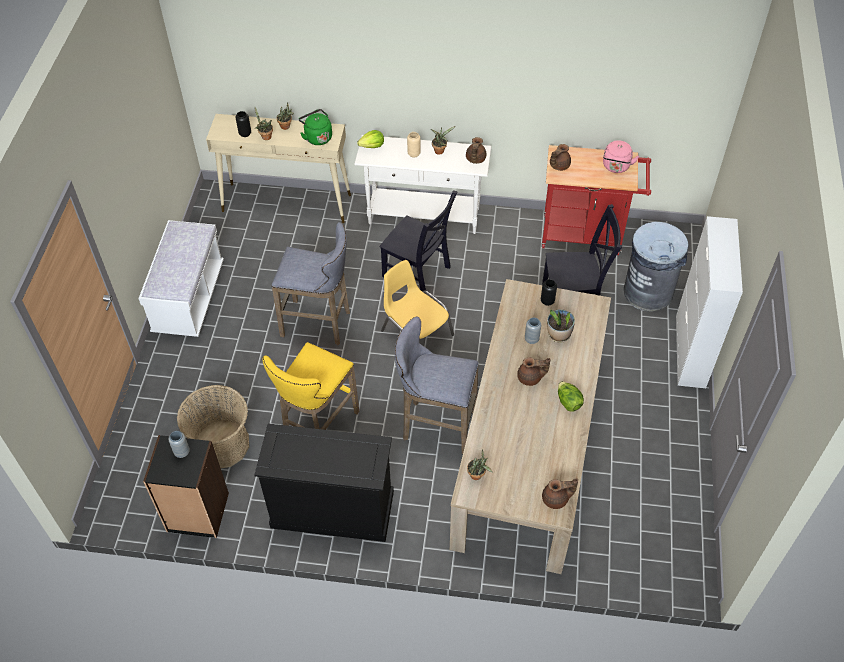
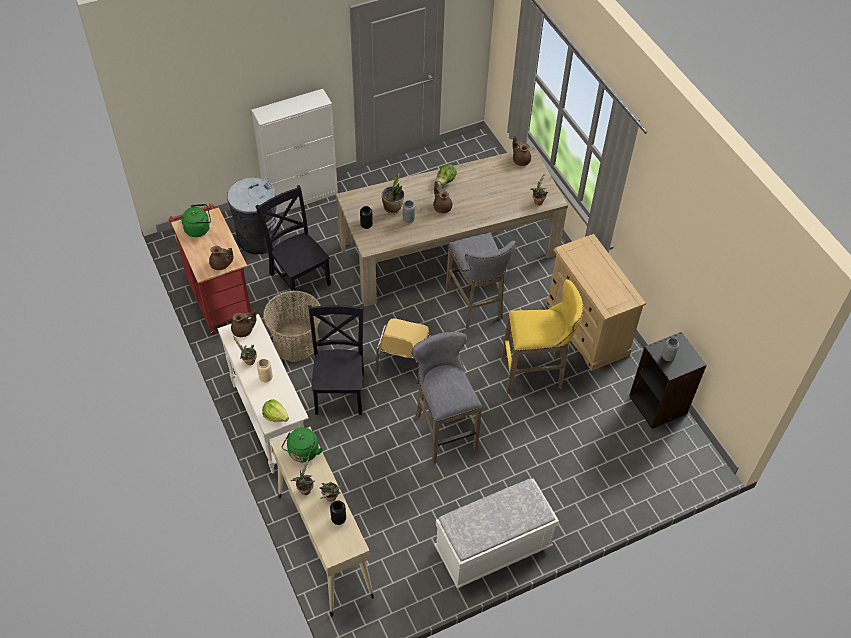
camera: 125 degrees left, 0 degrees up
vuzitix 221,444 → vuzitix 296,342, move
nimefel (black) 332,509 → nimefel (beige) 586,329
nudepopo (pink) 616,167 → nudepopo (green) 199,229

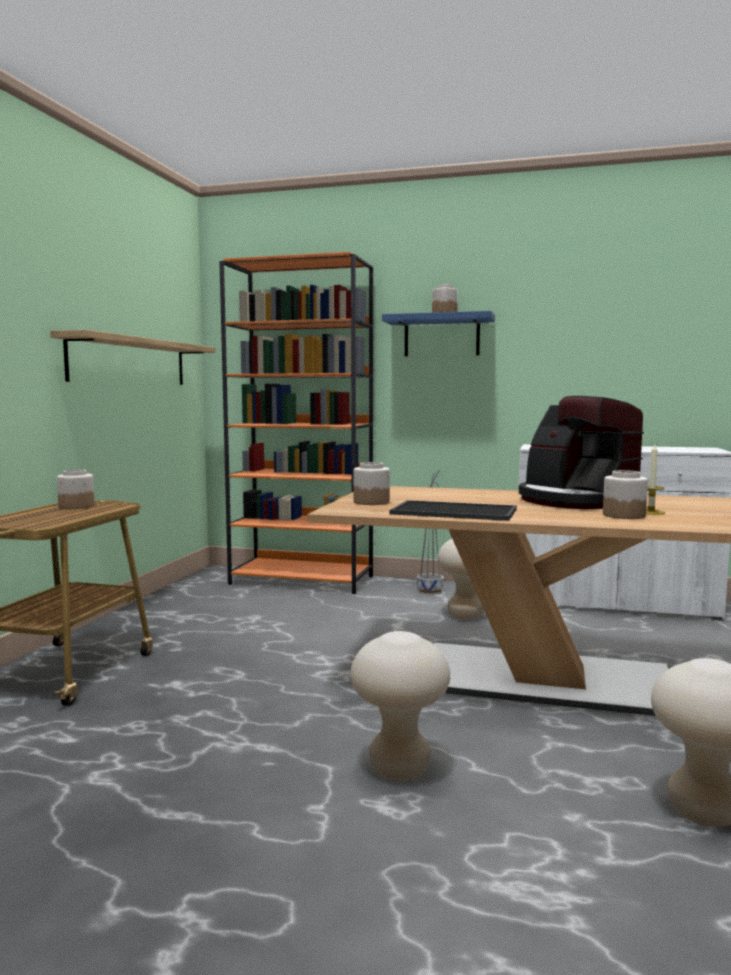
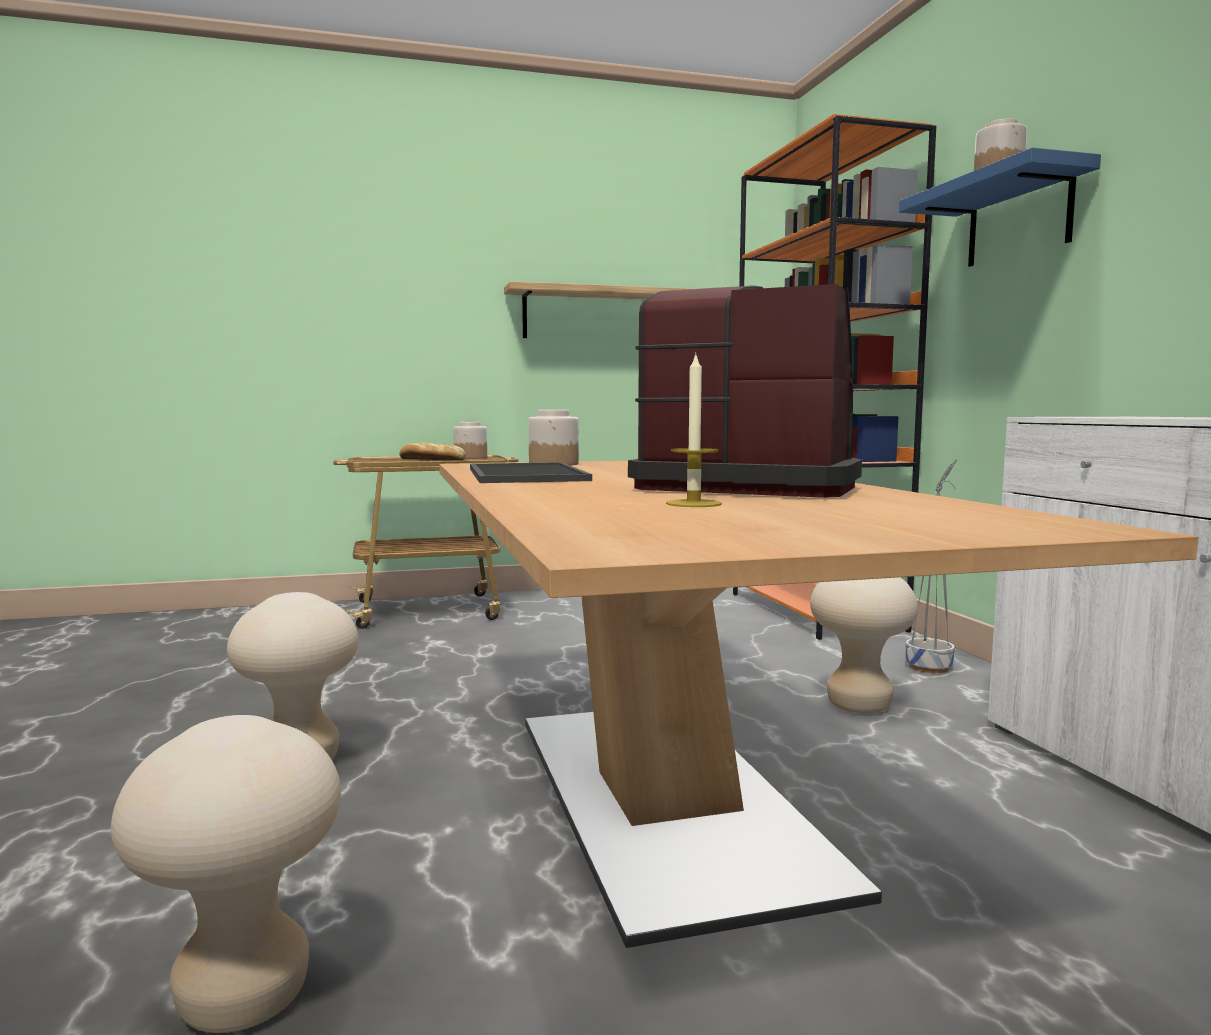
camera: 60 degrees right, 0 degrees up
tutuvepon 623,515 → -
- → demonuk 430,459
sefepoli 575,501 → sefepoli 748,487, 90 degrees clockwise

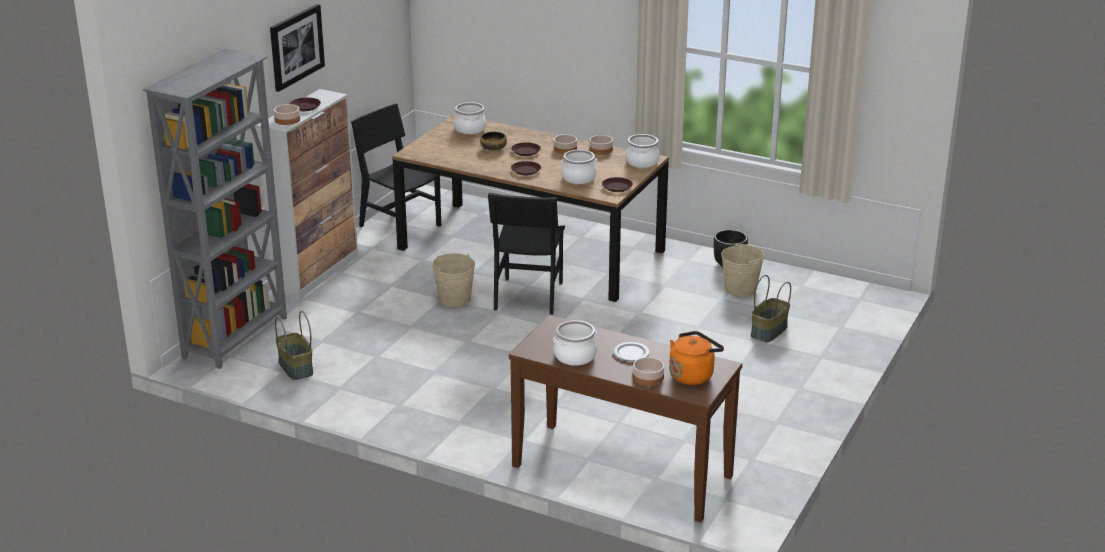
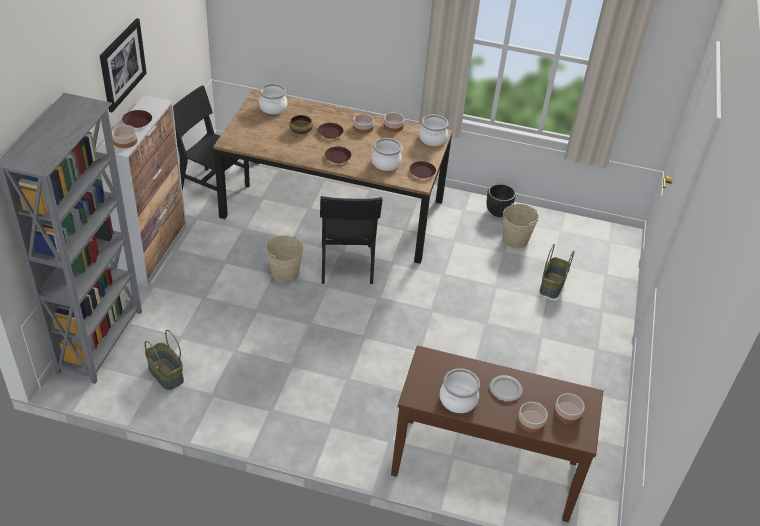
camera: 15 degrees left, 15 degrees up
nudepopo (orange) 693,375 → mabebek 568,412

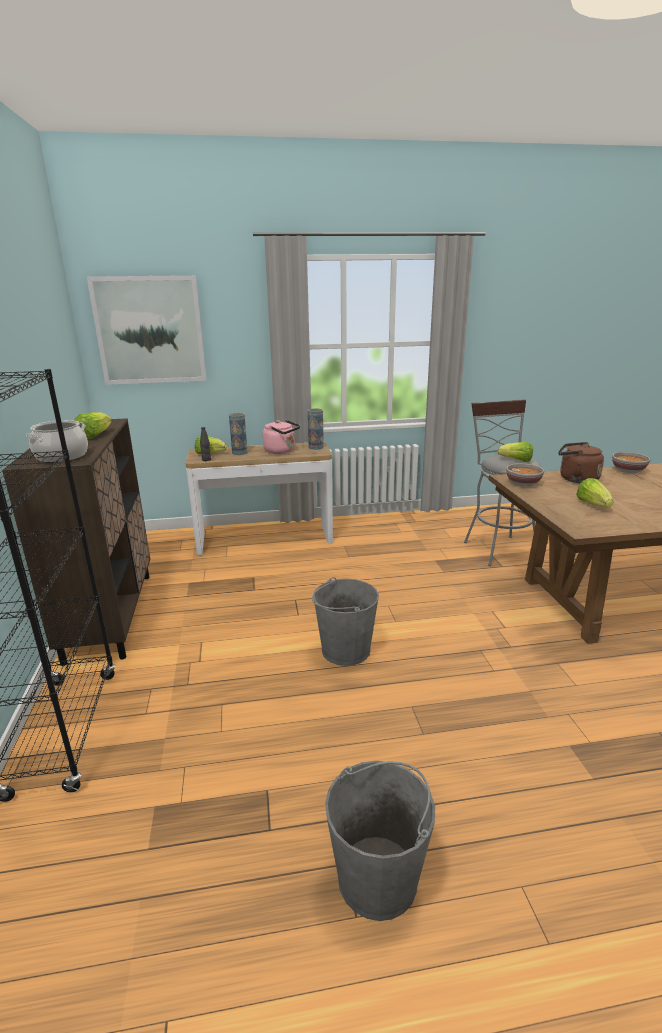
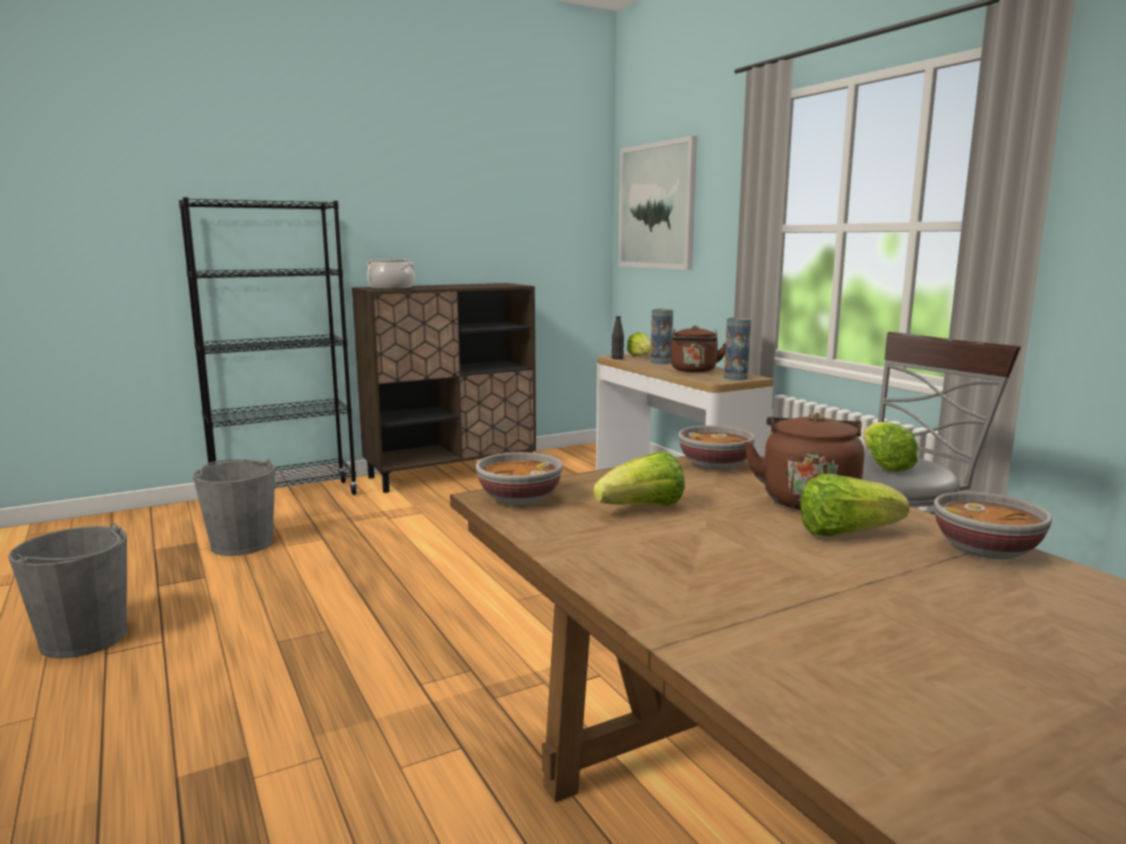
camera: 70 degrees right, 10 degrees down
- → mabebek 518,499
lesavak 94,436 → lesavak 845,533, move
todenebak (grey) 345,650 → todenebak (grey) 242,544, move
nudepopo (pink) 281,451 → nudepopo (brown) 694,371

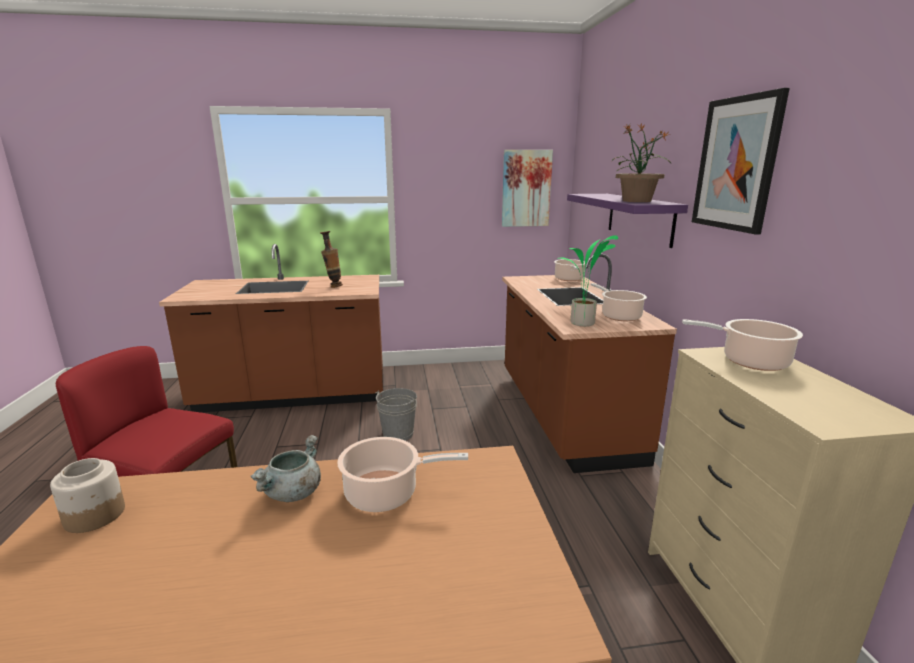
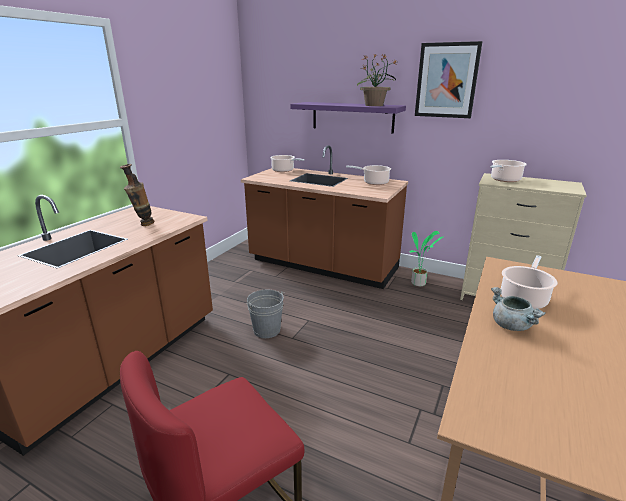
camera: 55 degrees left, 5 degrees up
tutuvepon 94,515 → -
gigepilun 526,188 → -
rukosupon 583,324 → rukosupon 419,283, move

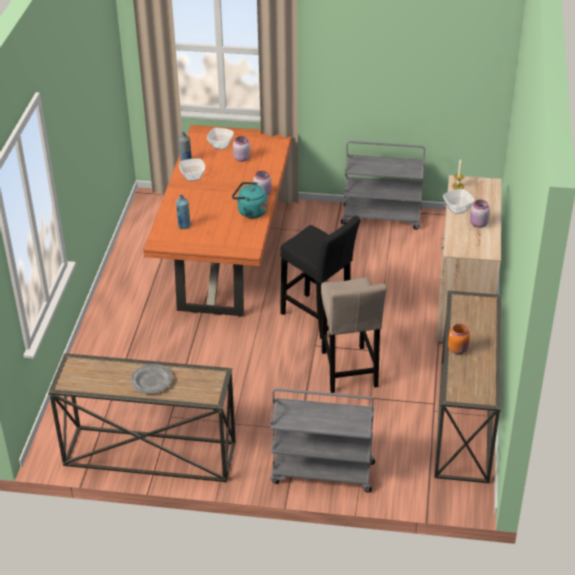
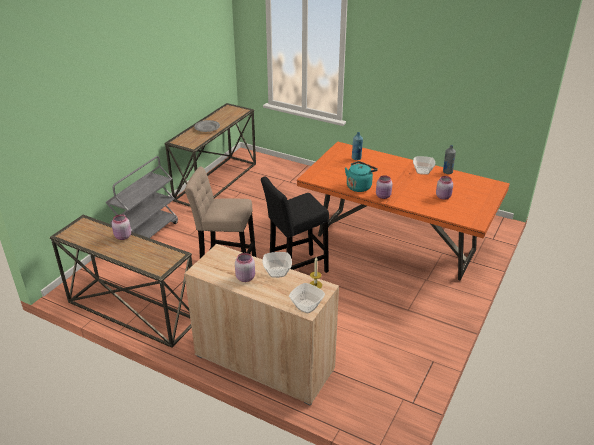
camera: 110 degrees right, 5 degrees down
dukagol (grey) 382,217 → -
mabebek 220,145 → mabebek 307,306, move
tutuvepon (orange) 458,349 → tutuvepon (pink) 122,237

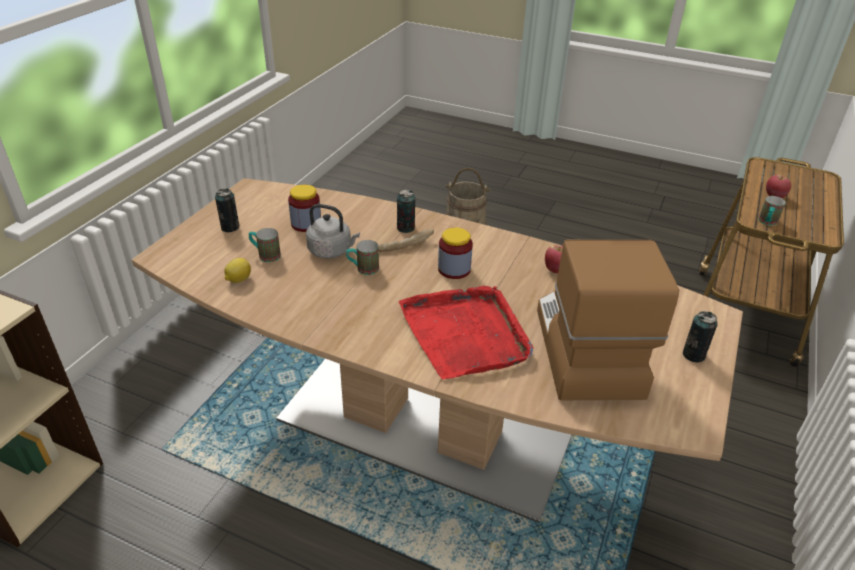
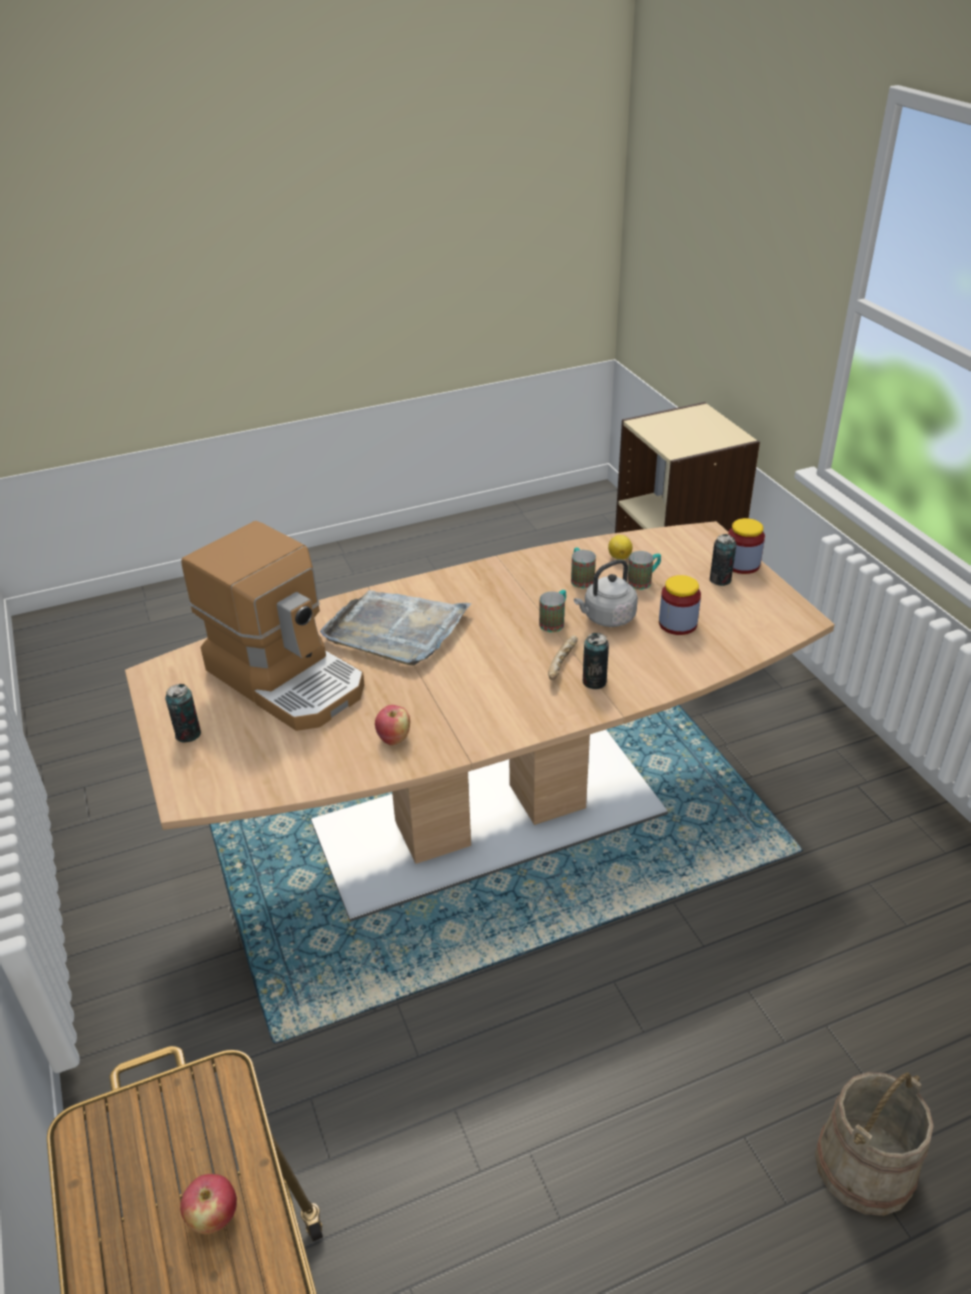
camera: 135 degrees right, 0 degrees up
tutuvepon 454,269 → tutuvepon 742,564, move
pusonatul 766,223 → pusonatul 580,579, move
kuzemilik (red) 466,334 → kuzemilik (grey) 396,630

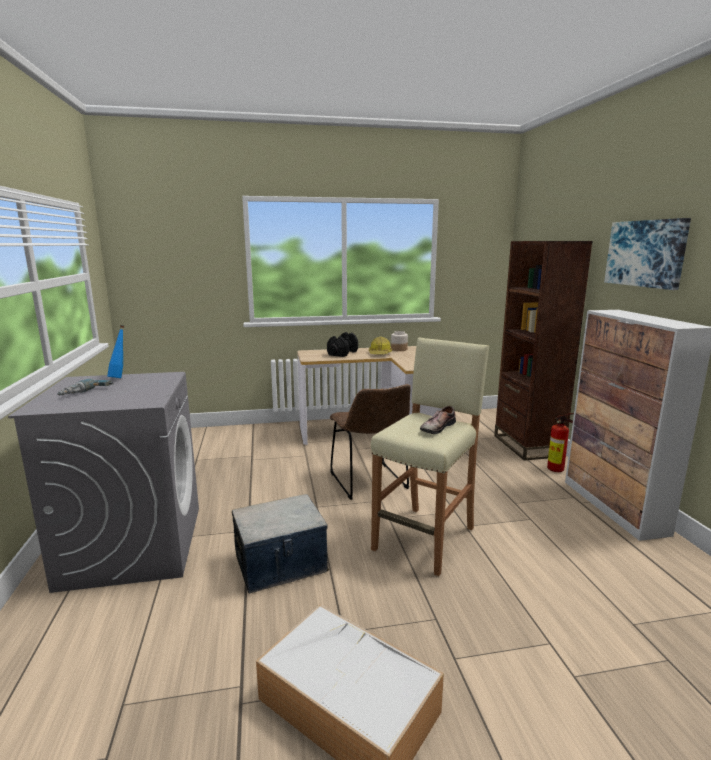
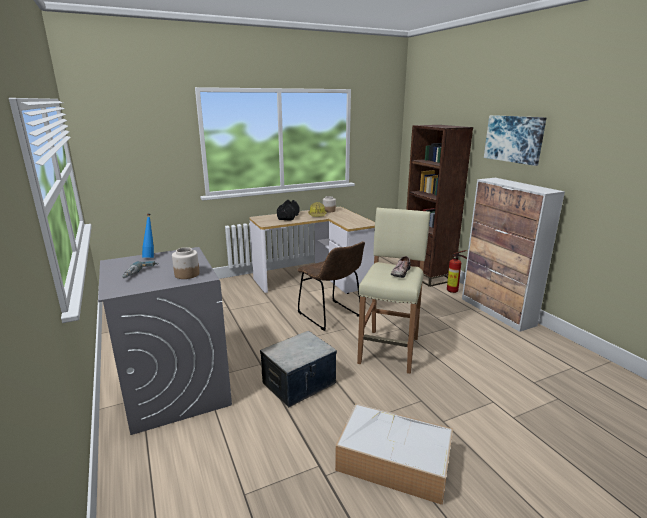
camera: 15 degrees left, 5 degrees up
- → tutuvepon 186,274

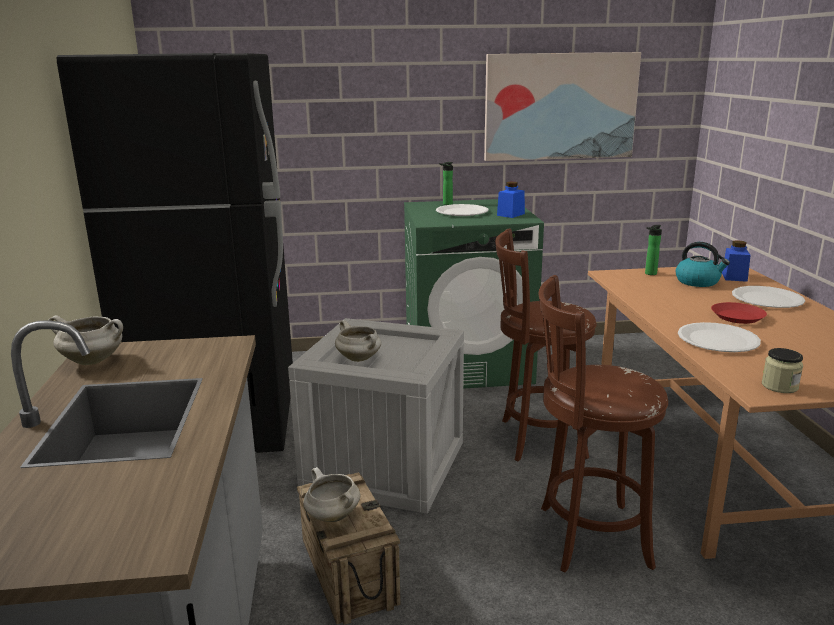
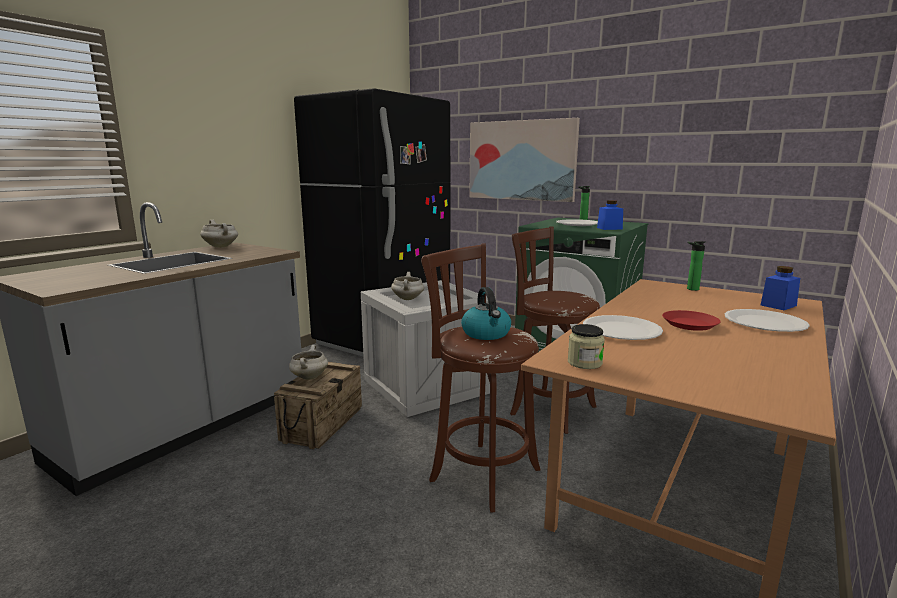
camera: 40 degrees right, 5 degrees down
gigepilun 560,106 → gigepilun 521,160, move
nudepopo 698,282 → nudepopo 486,334, move

